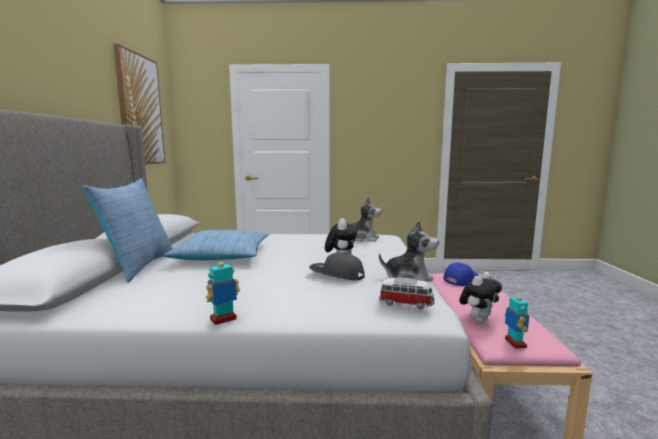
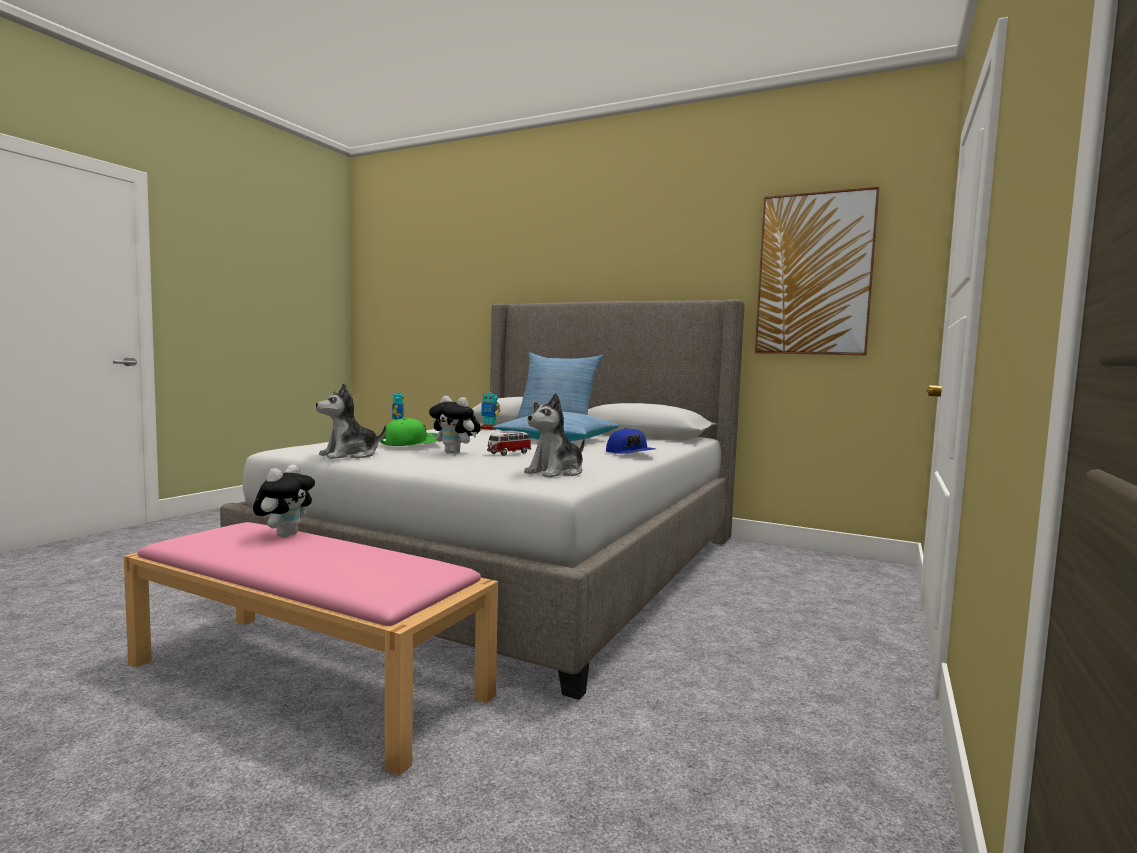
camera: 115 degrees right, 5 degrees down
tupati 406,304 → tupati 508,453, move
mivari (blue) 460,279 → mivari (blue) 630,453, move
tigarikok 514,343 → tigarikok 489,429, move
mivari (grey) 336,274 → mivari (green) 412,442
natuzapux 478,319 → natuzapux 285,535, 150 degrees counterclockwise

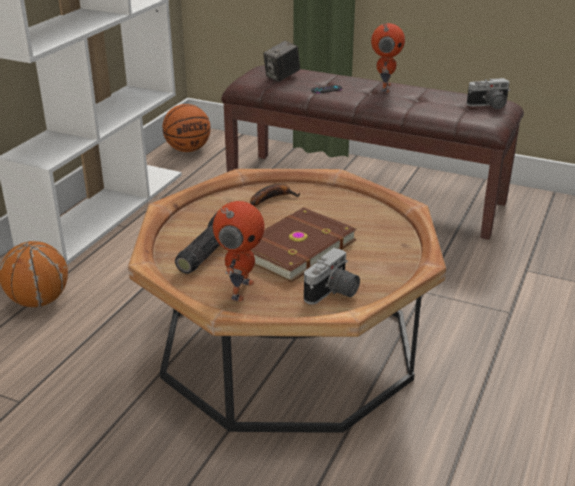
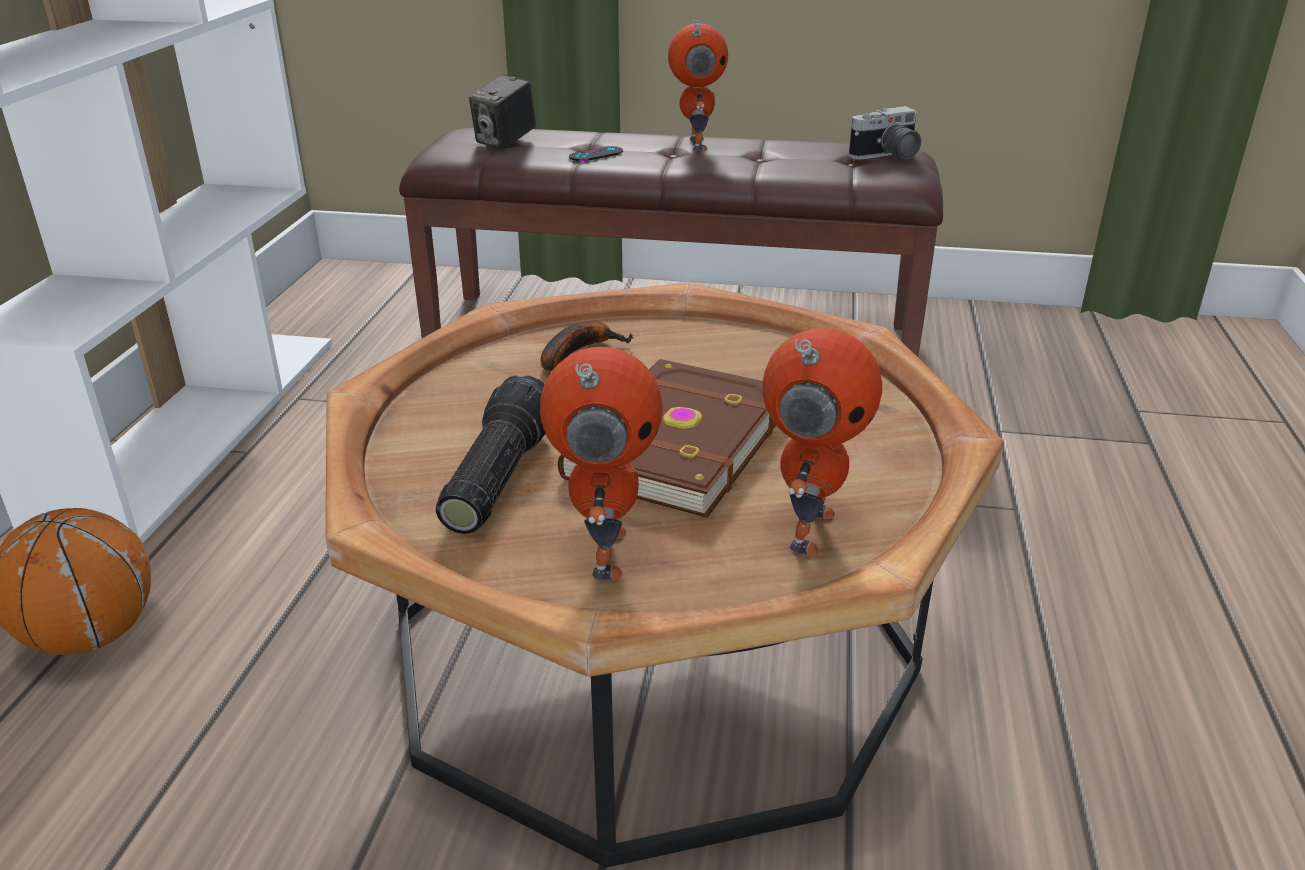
camera: 15 degrees left, 0 degrees up
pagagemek 188,150 → -
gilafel 333,293 → tigarikok 807,529

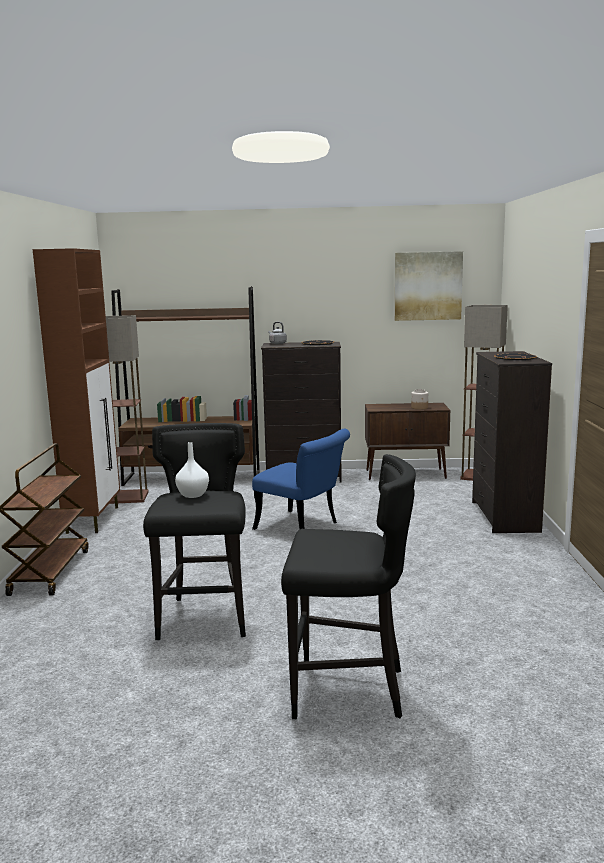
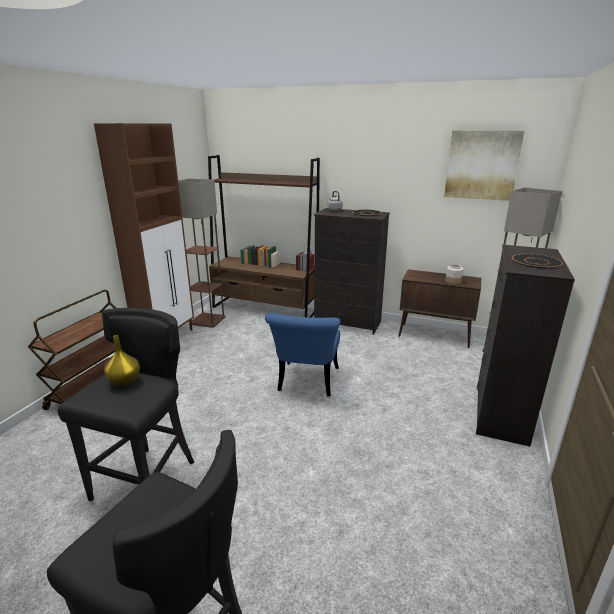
camera: 20 degrees right, 10 degrees up
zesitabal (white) 193,495 → zesitabal (yellow) 124,383
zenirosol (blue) 303,527 → zenirosol (blue) 307,383, 45 degrees clockwise

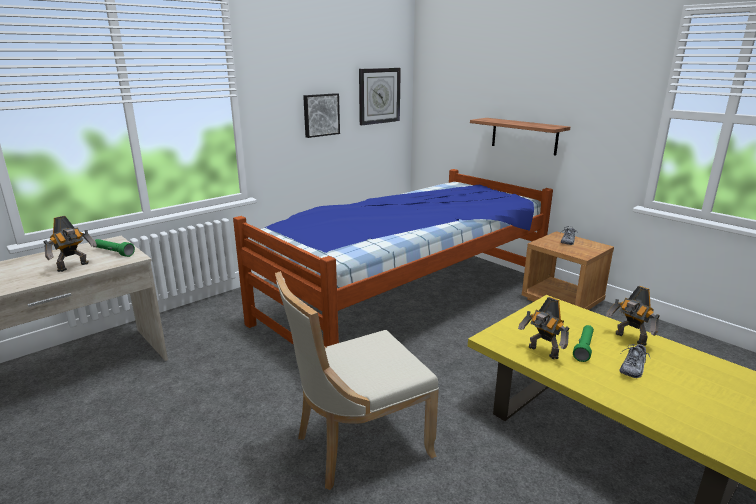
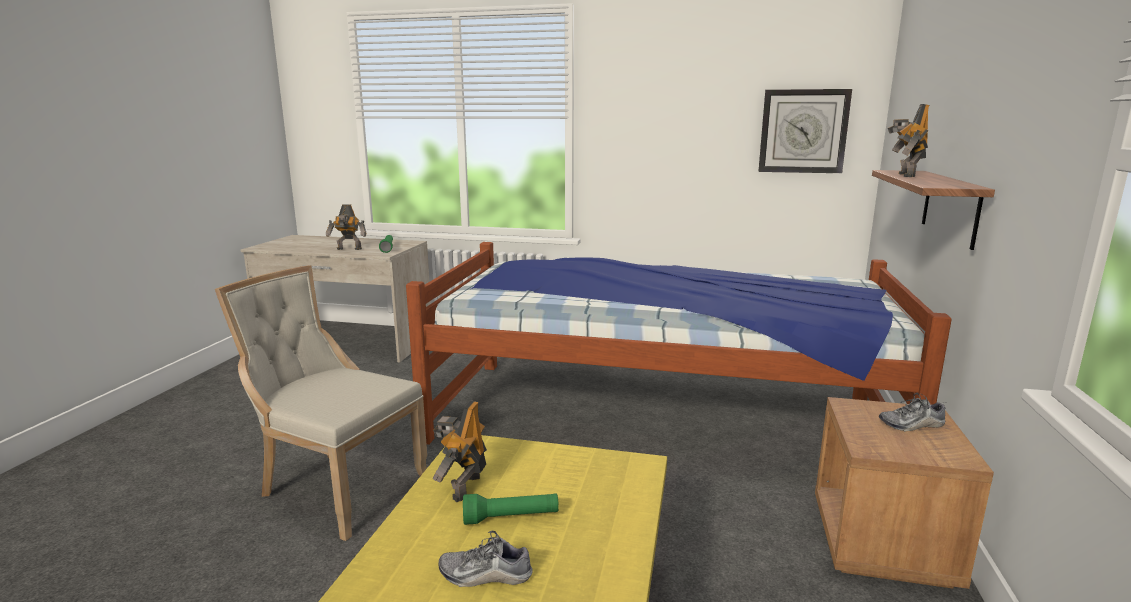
camera: 55 degrees right, 5 degrees down
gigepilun 320,115 → -
tigarikok 629,339 → tigarikok 904,175, move

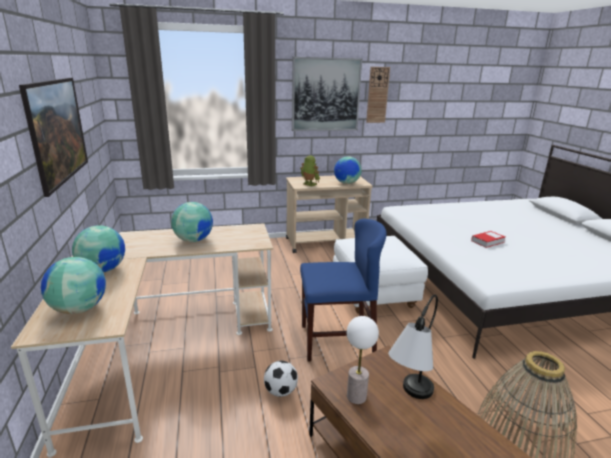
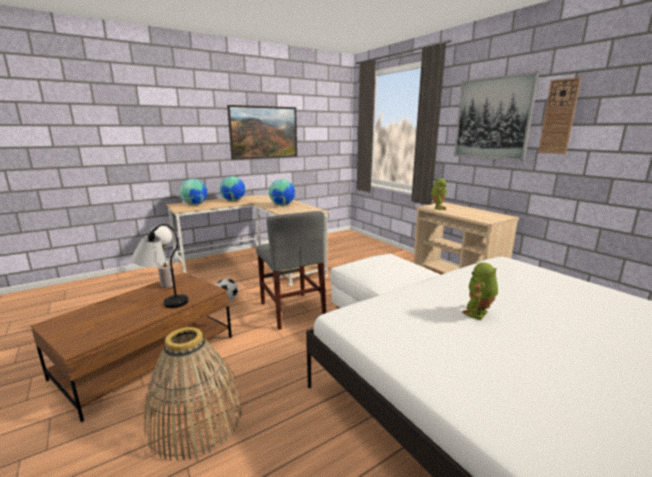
camera: 70 degrees right, 5 degrees down
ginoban 346,183 → -
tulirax 487,241 → tigarikok 478,314
zenirosol (blue) 337,341 → zenirosol (grey) 292,310

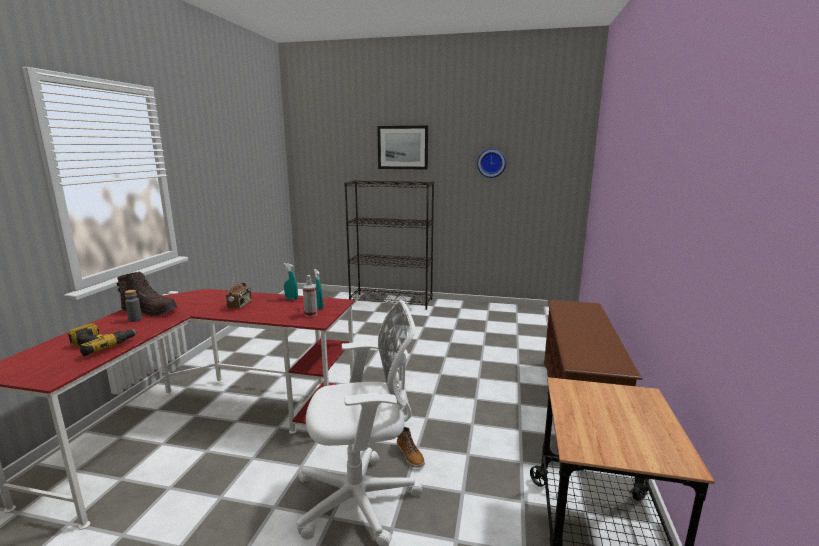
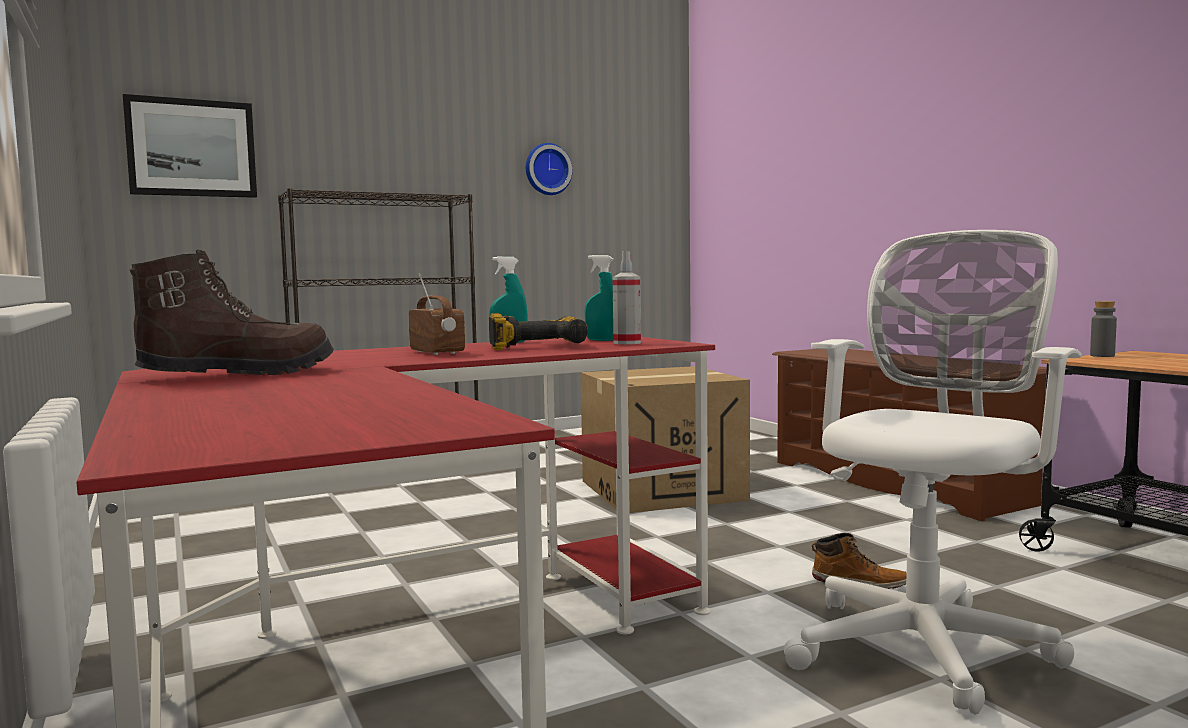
camera: 40 degrees left, 10 degrees down
- → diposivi 662,490
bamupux 102,345 → bamupux 536,346, move
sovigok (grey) 135,319 → sovigok (grey) 1102,356, move
gigepilun 403,147 → gigepilun 192,148, move

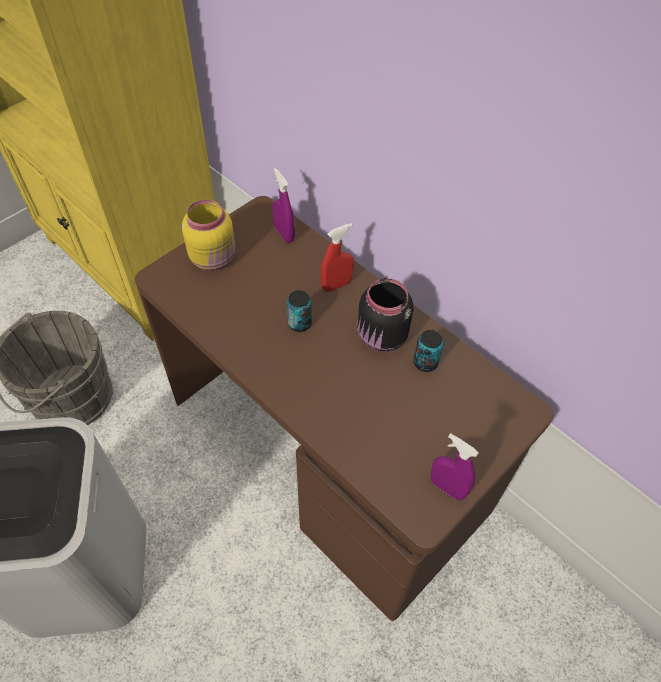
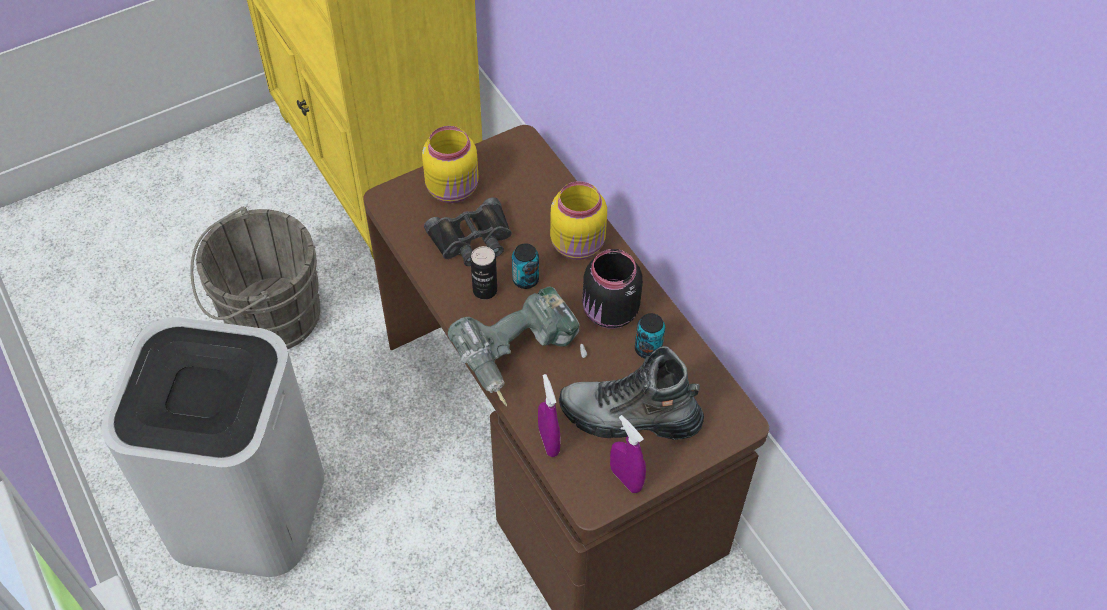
camera: 15 degrees right, 0 degrees up
- → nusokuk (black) 472,239
- → bamupux 520,358
- → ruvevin 485,290
- → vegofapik 629,417
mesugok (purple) 284,234 → mesugok (purple) 548,441, move
mesugok (red) 336,285 → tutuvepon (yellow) 579,245

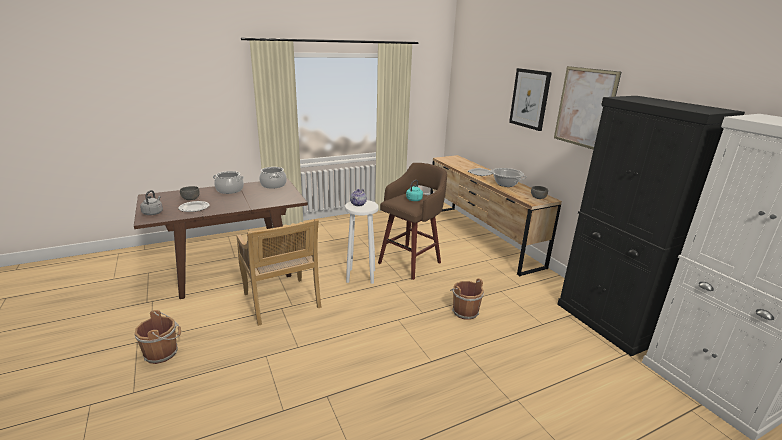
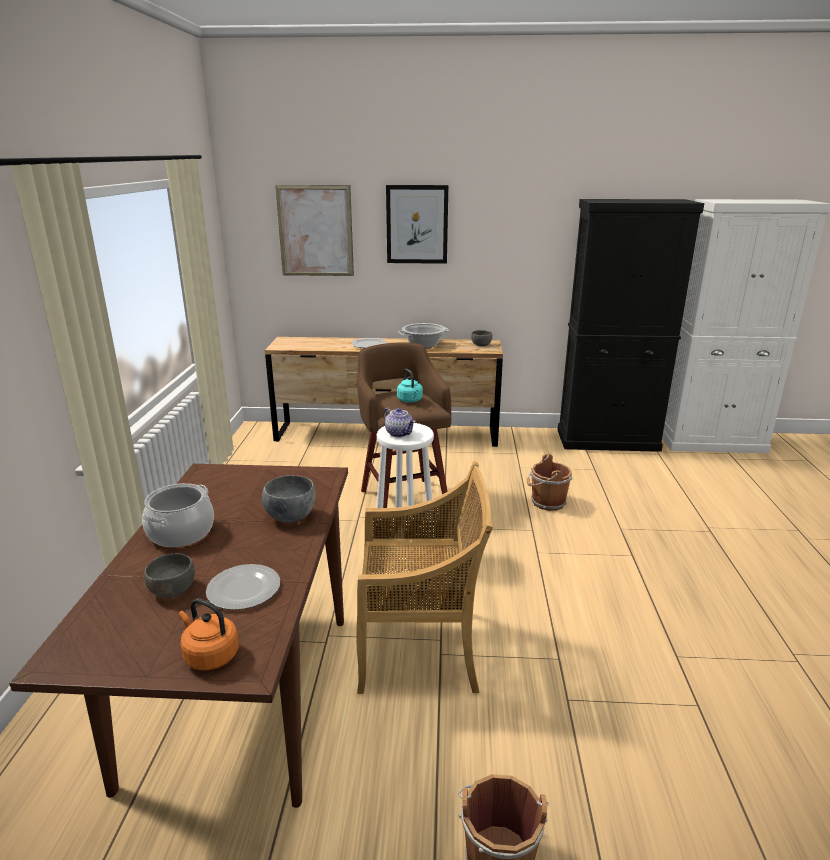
camera: 60 degrees left, 0 degrees up
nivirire 273,185 → -
- → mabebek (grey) 290,517
gigepilun 584,108 → gigepilun 315,231, move
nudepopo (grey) 153,212 → nudepopo (orange) 209,655

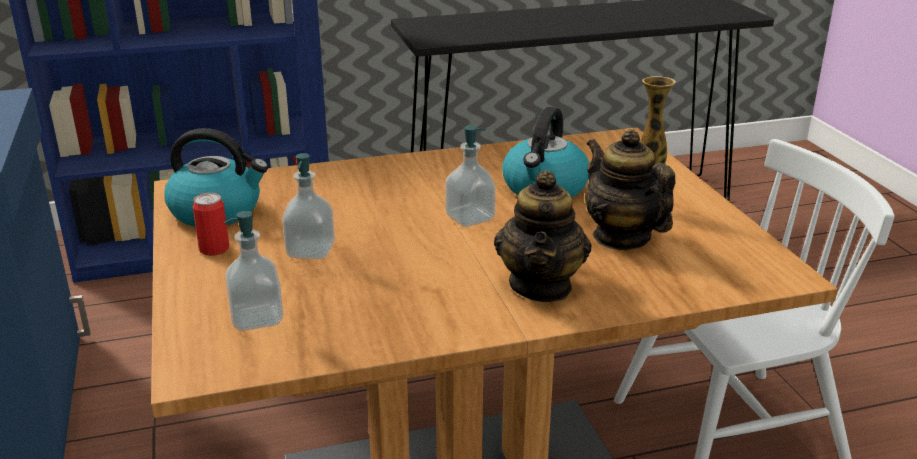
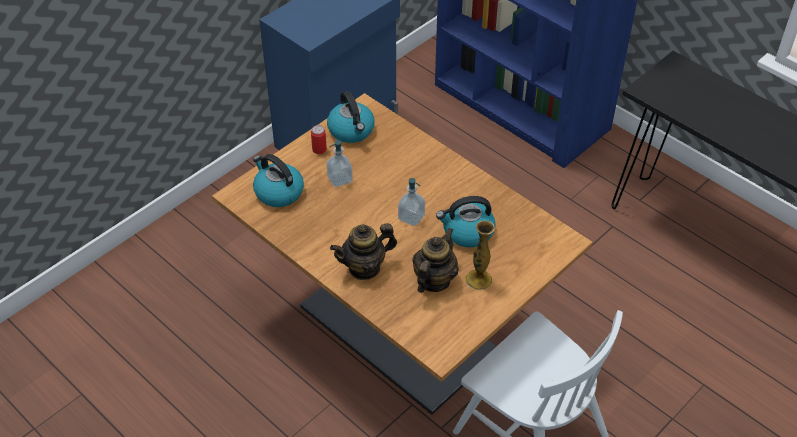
camera: 60 degrees right, 20 degrees up
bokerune 257,318 → nudepopo 278,192

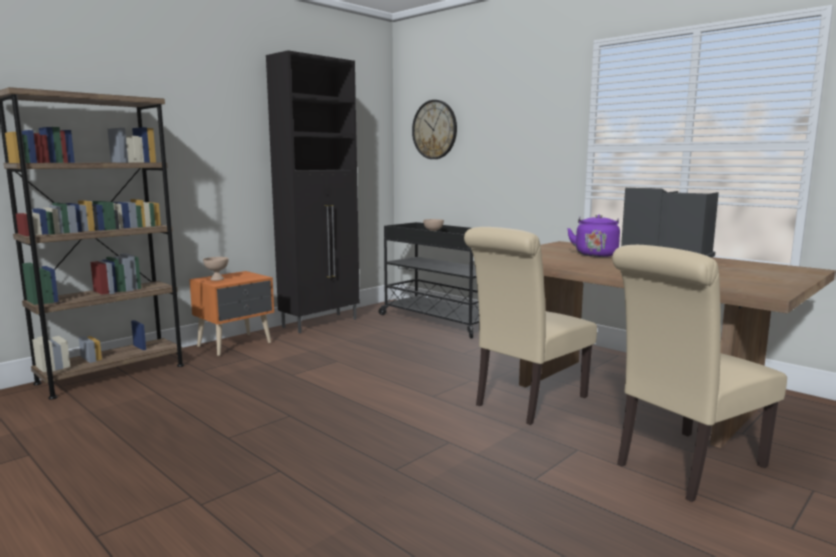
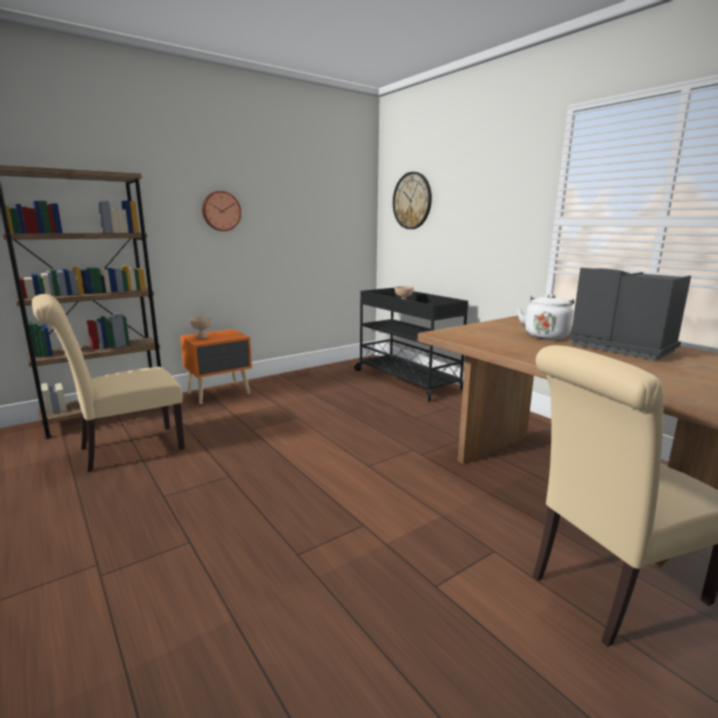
camera: 10 degrees right, 5 degrees up
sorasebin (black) 321,323 → -
- → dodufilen 221,211
zenirosol (beige) 526,402 → zenirosol (beige) 124,450, move
nudepopo (purple) 595,254 → nudepopo (white) 546,335

